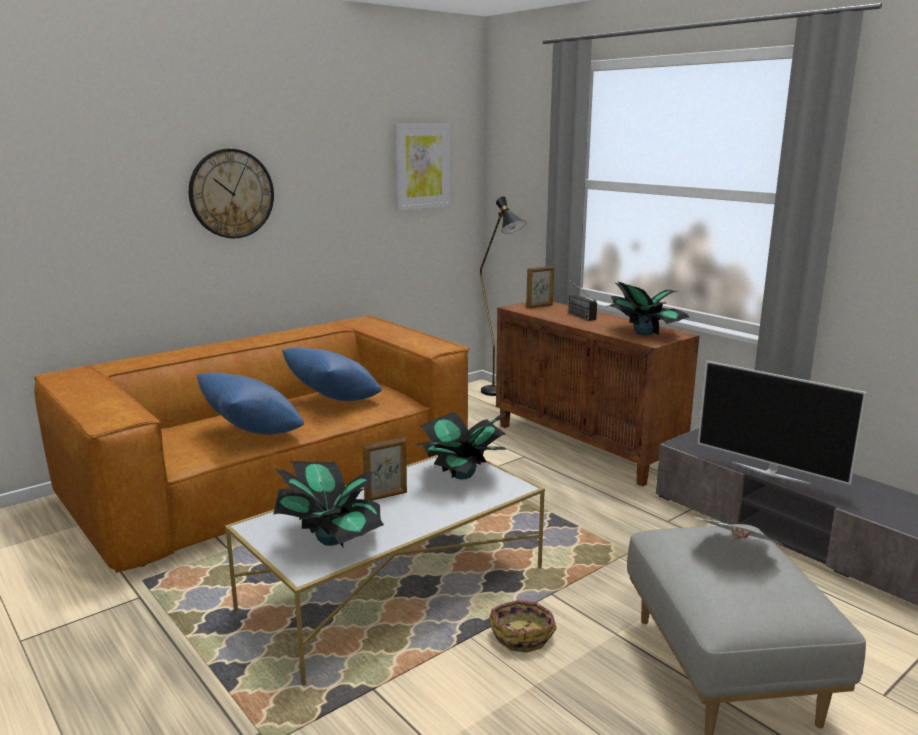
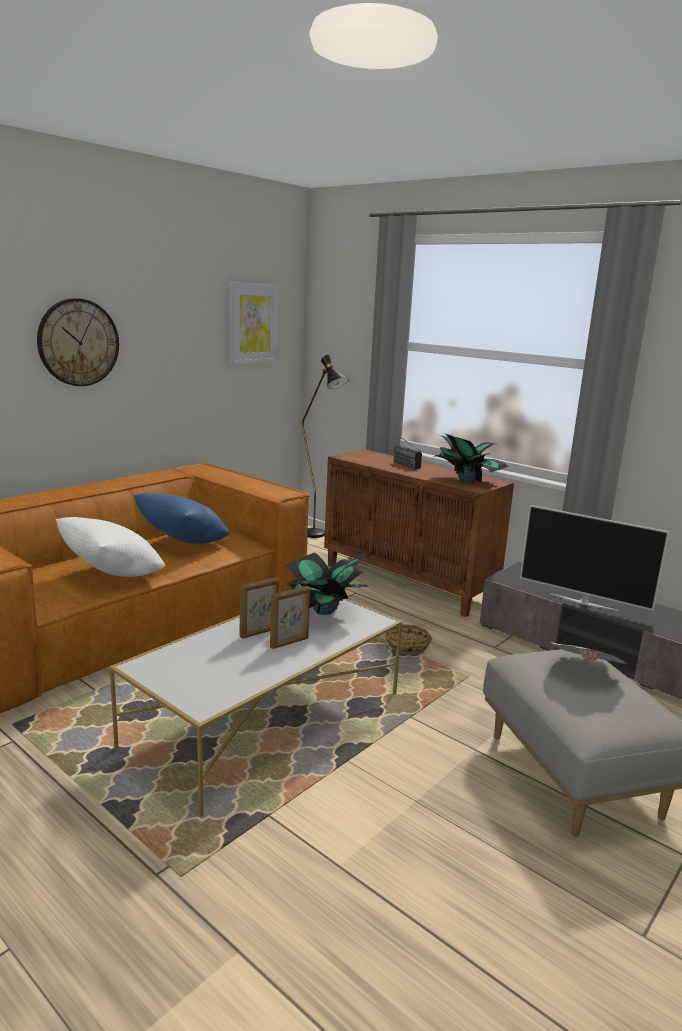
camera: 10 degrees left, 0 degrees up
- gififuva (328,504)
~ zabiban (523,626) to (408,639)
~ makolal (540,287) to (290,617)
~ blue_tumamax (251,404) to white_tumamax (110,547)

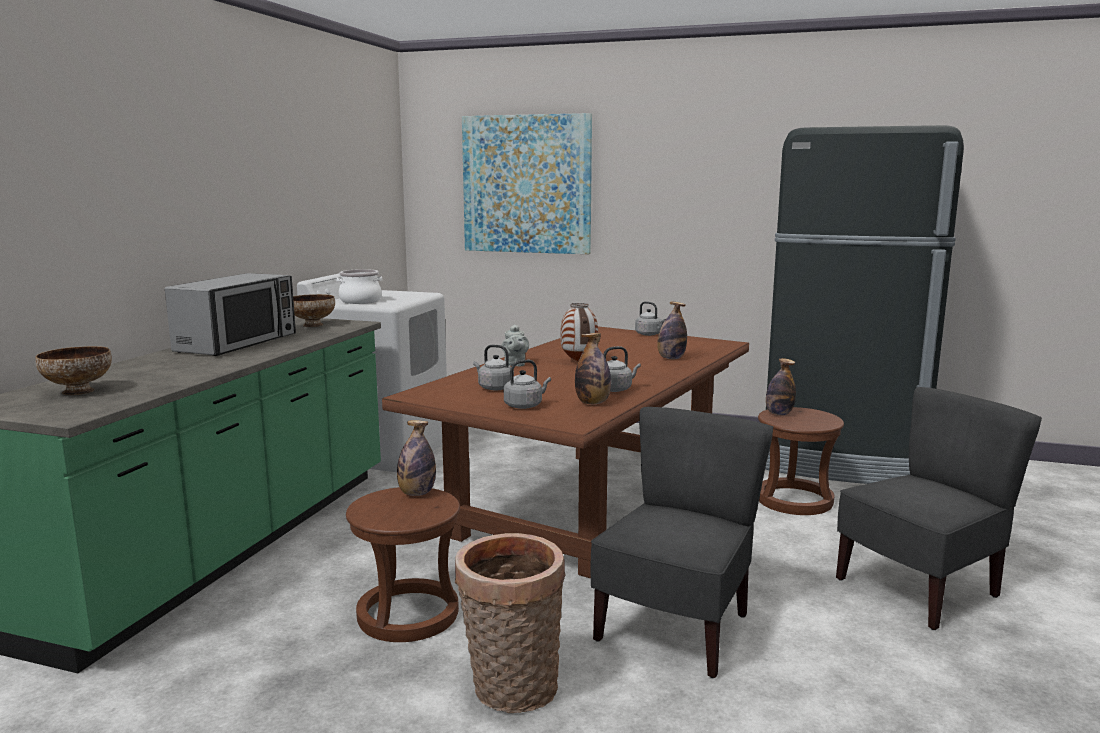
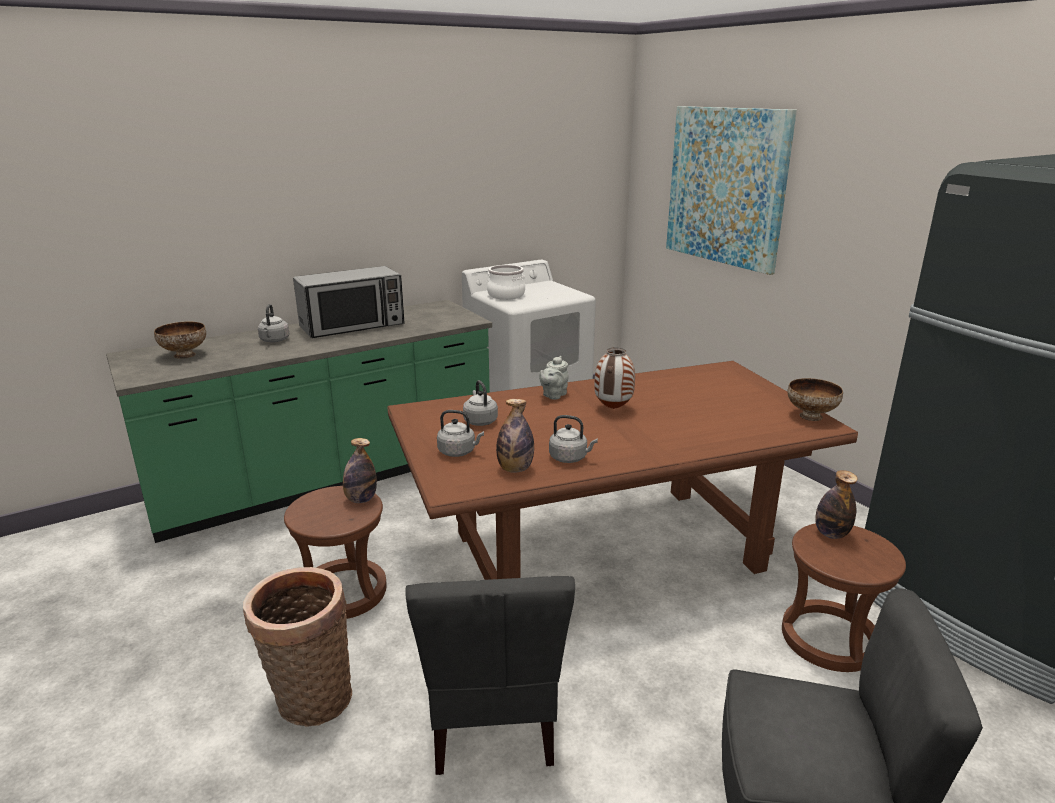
camera: 40 degrees right, 10 degrees up
- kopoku (672,330)
~ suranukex (314,310) to (815,399)
~ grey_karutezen (650,318) to (273,323)
~ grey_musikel (681,542) = (490,675) 105 degrees clockwise

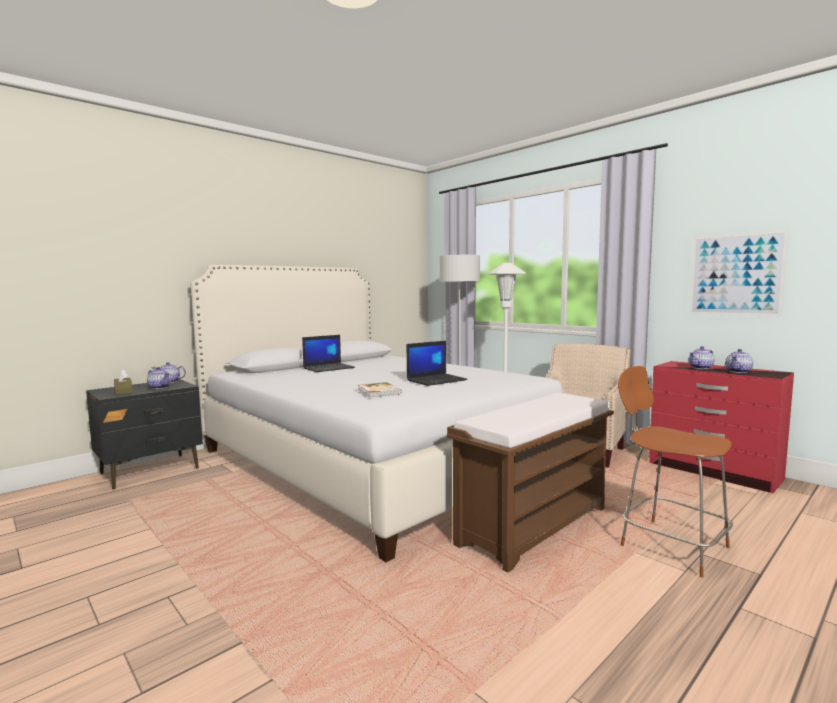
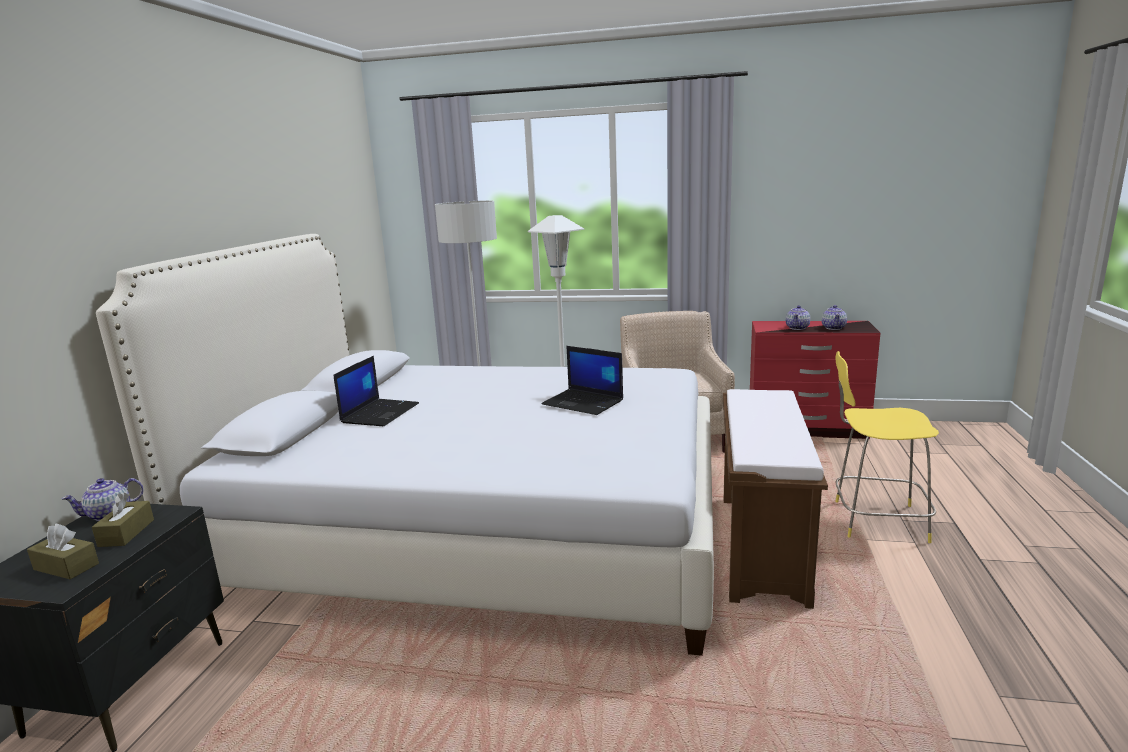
camera: 35 degrees left, 10 degrees up
- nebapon (380,389)
- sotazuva (739,273)
~ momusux (159,378) to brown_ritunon (123,520)
~ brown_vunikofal (675,472) to yellow_vunikofal (887,447)
~ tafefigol (437,363) = (582,380) 105 degrees clockwise

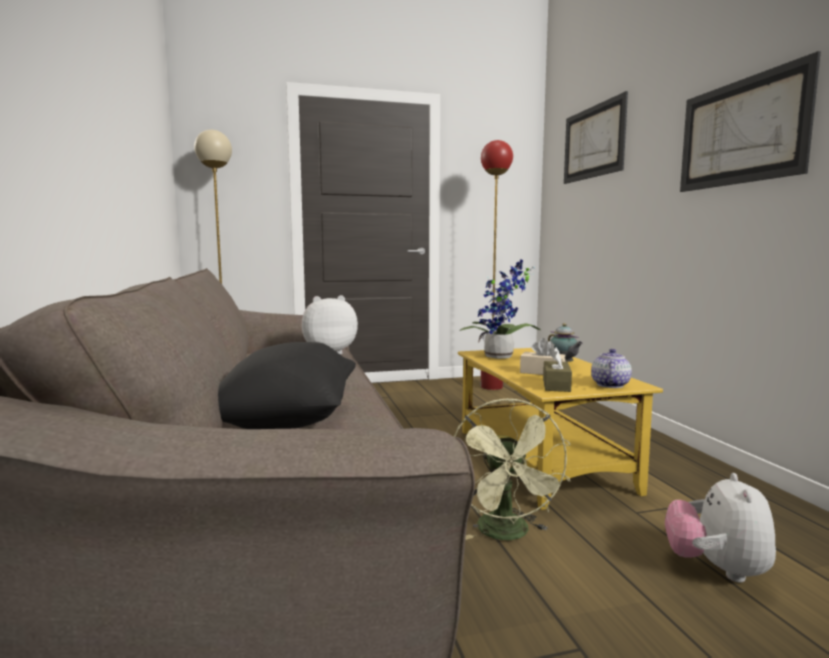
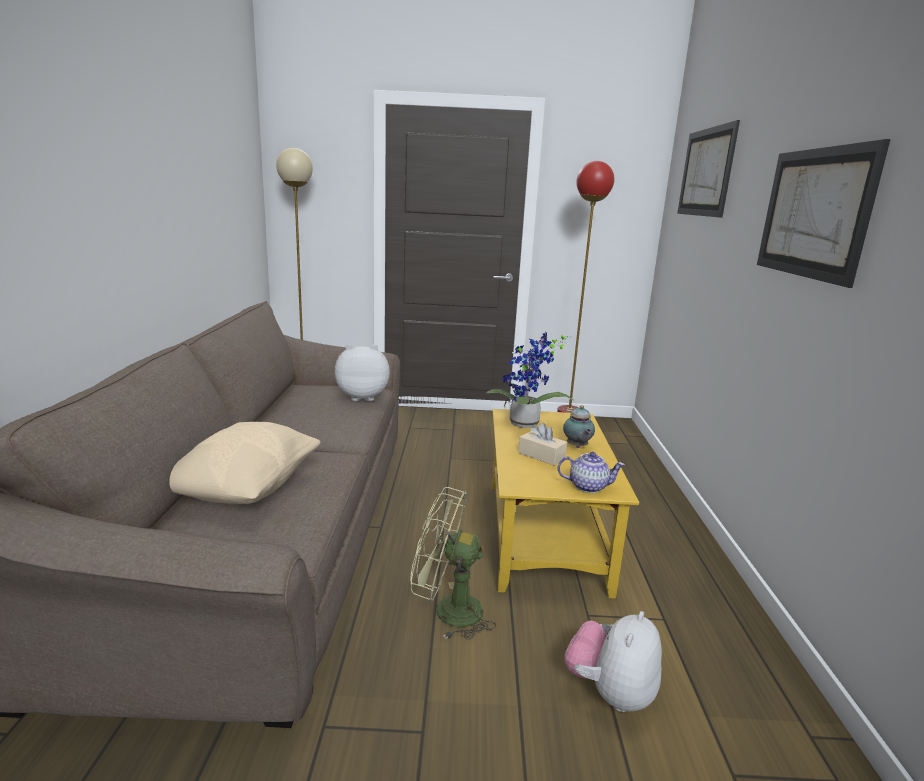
camera: 15 degrees right, 10 degrees up
- brown_ritunon (557,369)
~ black_tumamax (287,385) to beige_tumamax (245,463)
~ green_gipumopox (512,469) = (453,563) 90 degrees clockwise
~ momusux (611,368) = (591,472) 60 degrees clockwise

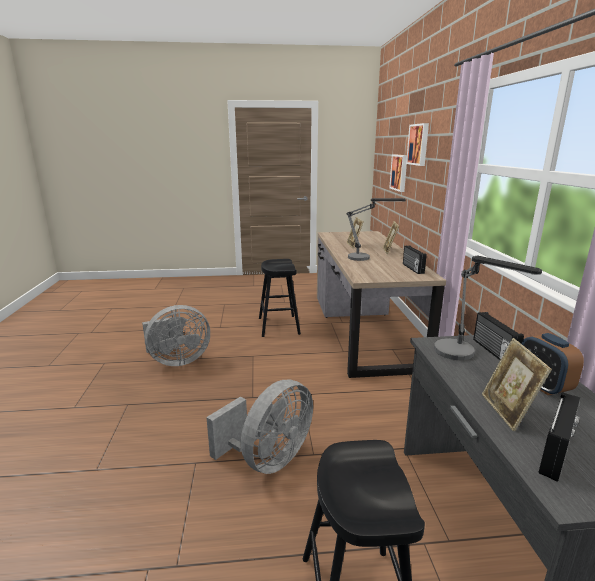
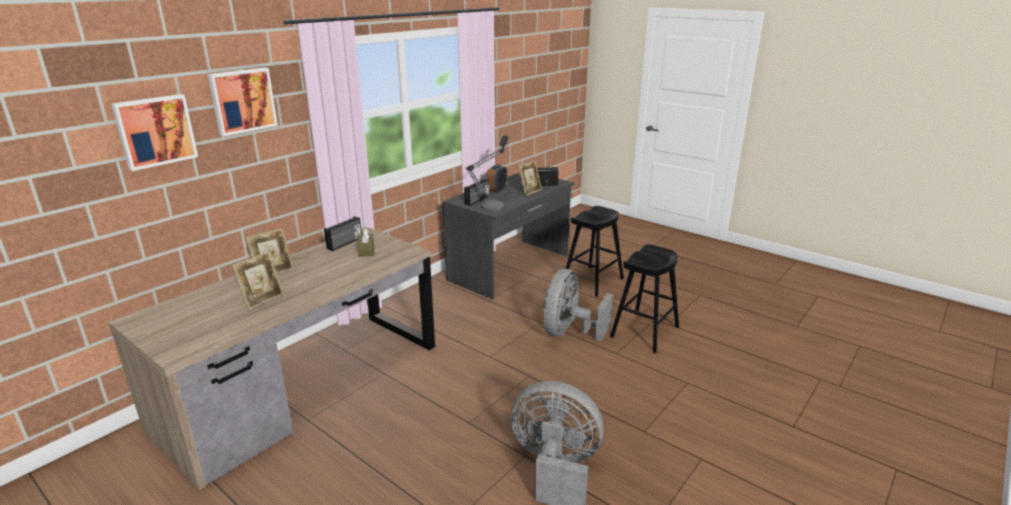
camera: 135 degrees left, 5 degrees up
- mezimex (376,229)
+ brown_ritunon (366,242)
~ black_vunikofal (280,298) to (644,298)
~ sotazuva (398,173) to (243,101)
~ grey_gipumopox (259,427) = (578,305) 60 degrees counterclockwise

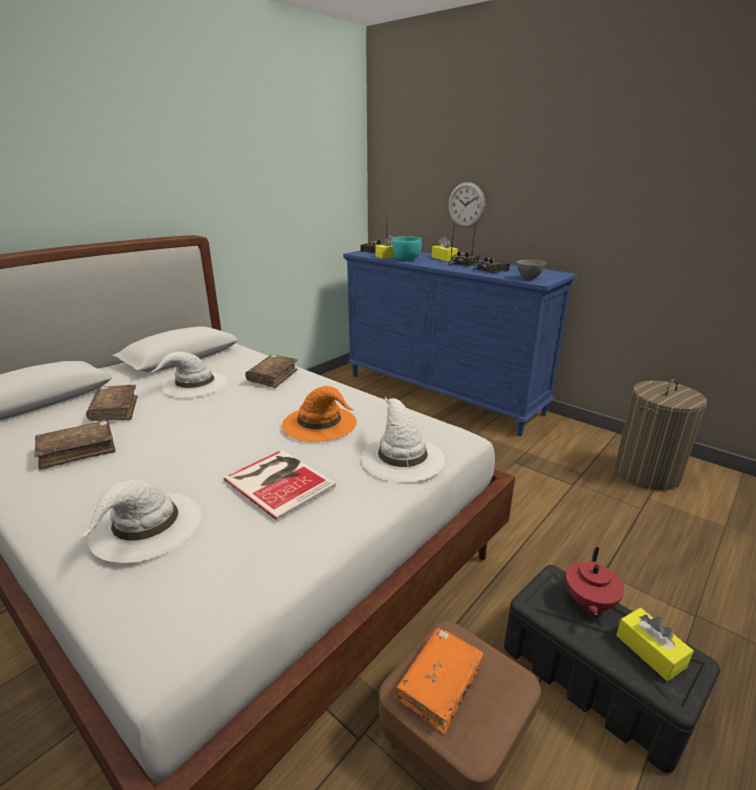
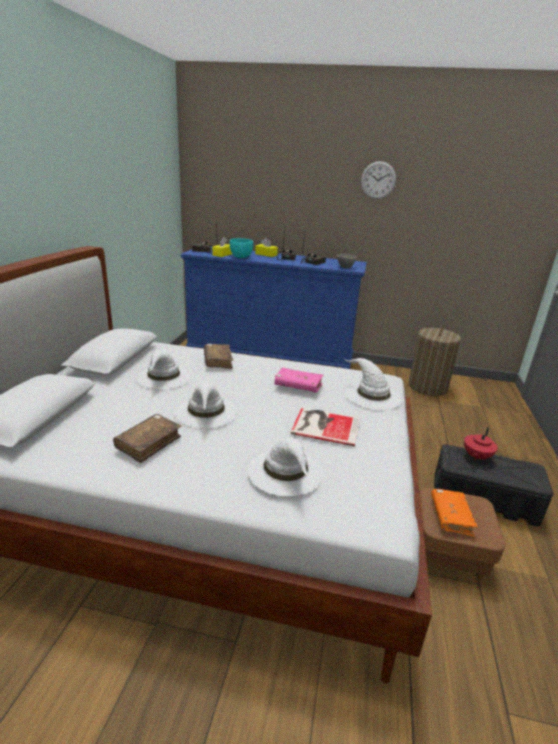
camera: 30 degrees left, 0 degrees up
- brown_nebapon (112,403)
- yellow_ritunon (655,644)
+ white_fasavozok (206,405)
~ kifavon (466,204) to (378,180)
~ orange_fasavozok (319,414) to pink_nebapon (298,380)
~ red_momusux (595,581) = (481,444) 45 degrees clockwise

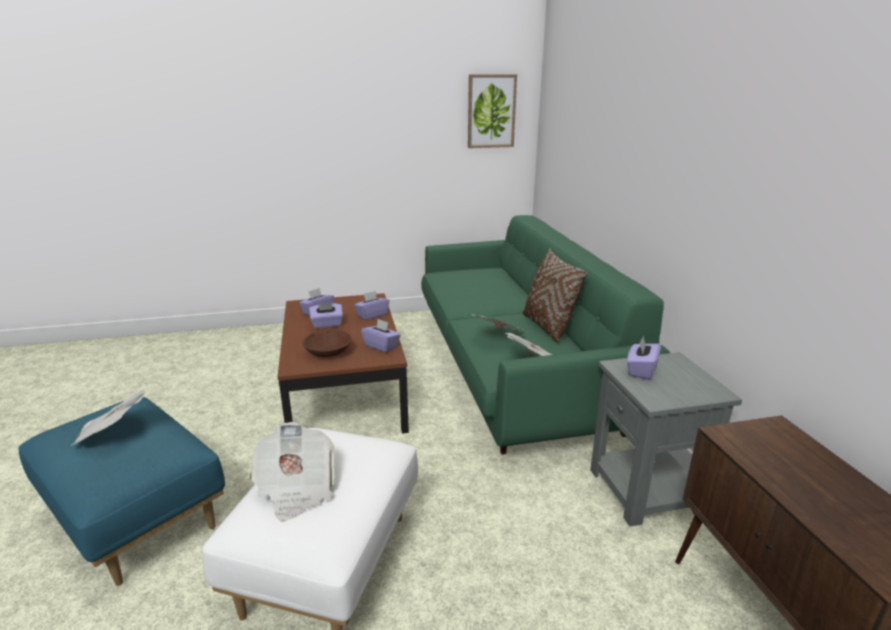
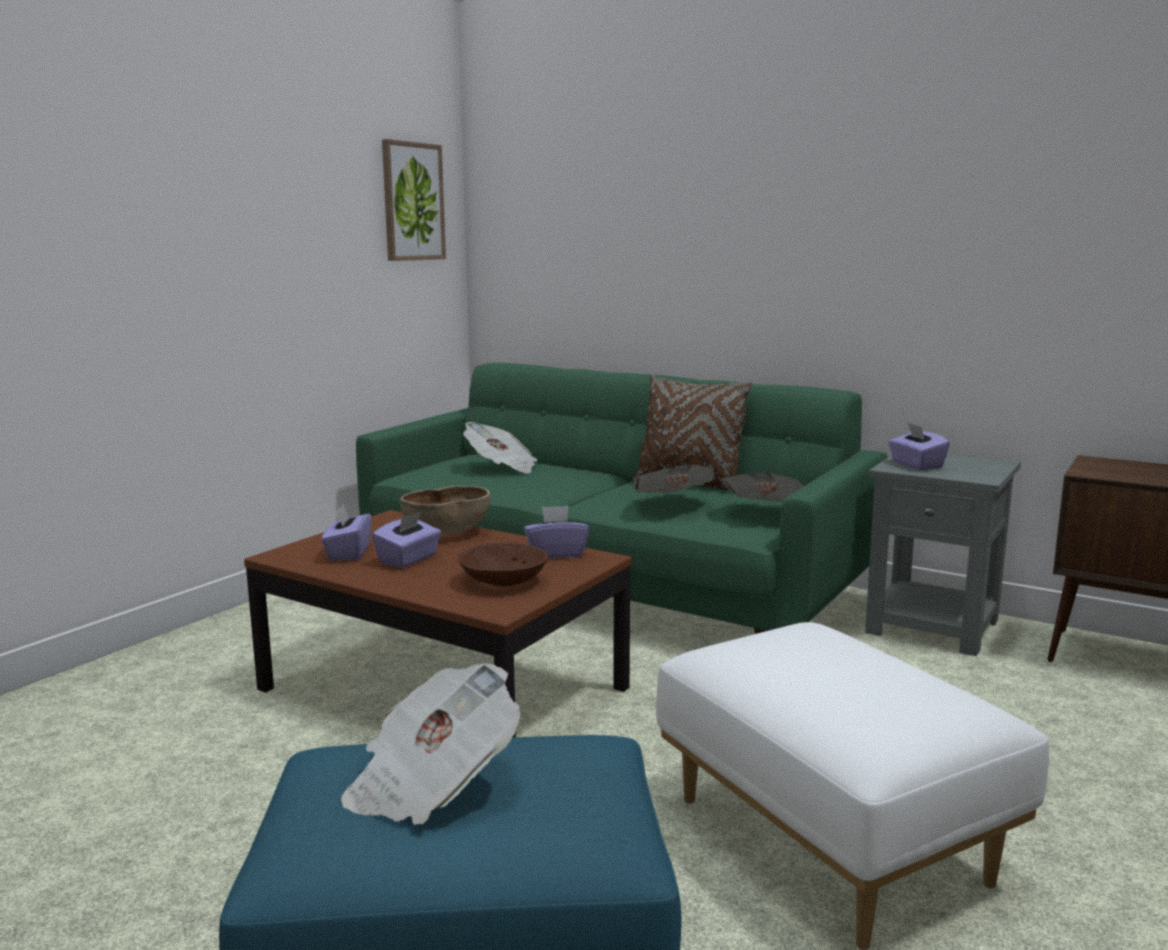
camera: 45 degrees left, 10 degrees down
~ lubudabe (292,471) to (500,448)
~ purple_ritunon (371,305) to brown_suranukex (445,510)

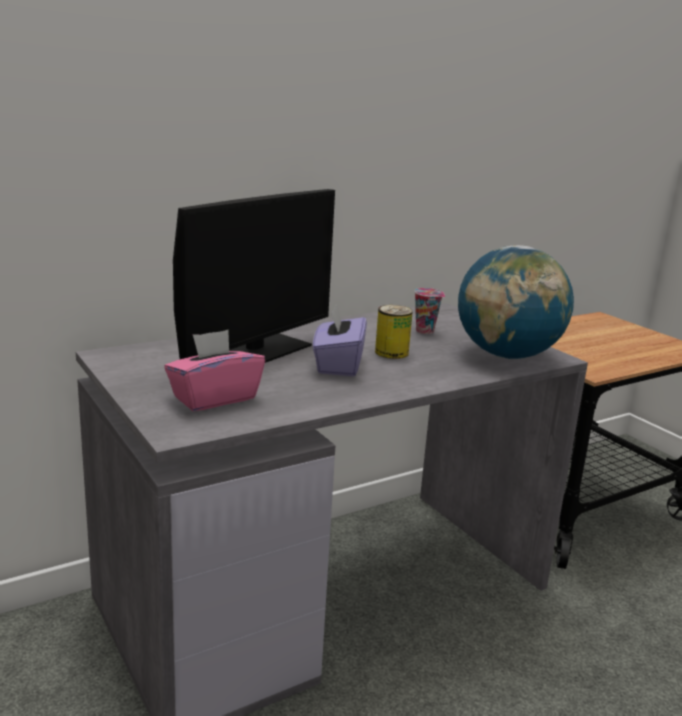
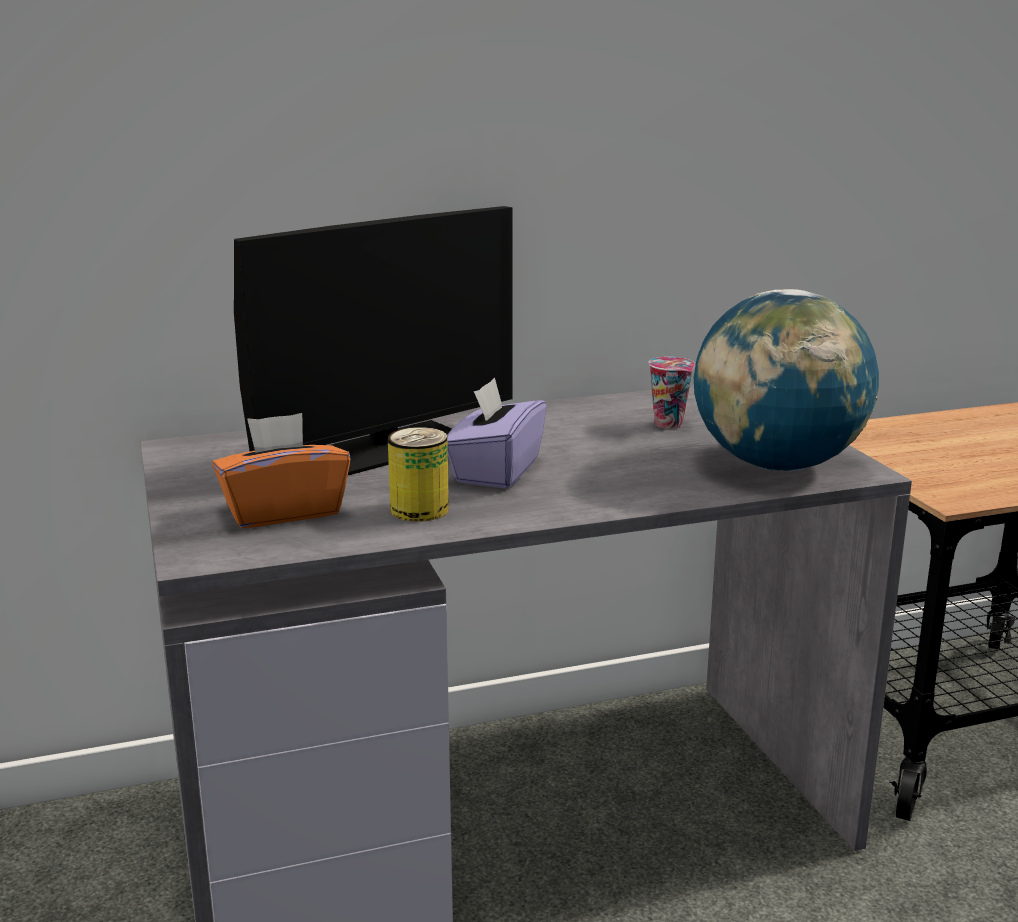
camera: 15 degrees right, 0 degrees up
~ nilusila (394,332) to (418,474)
~ pink_ritunon (214,370) to orange_ritunon (281,470)

